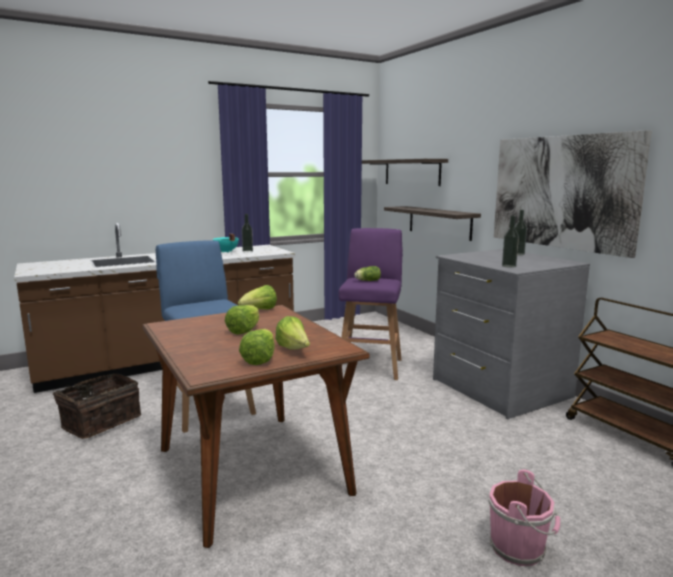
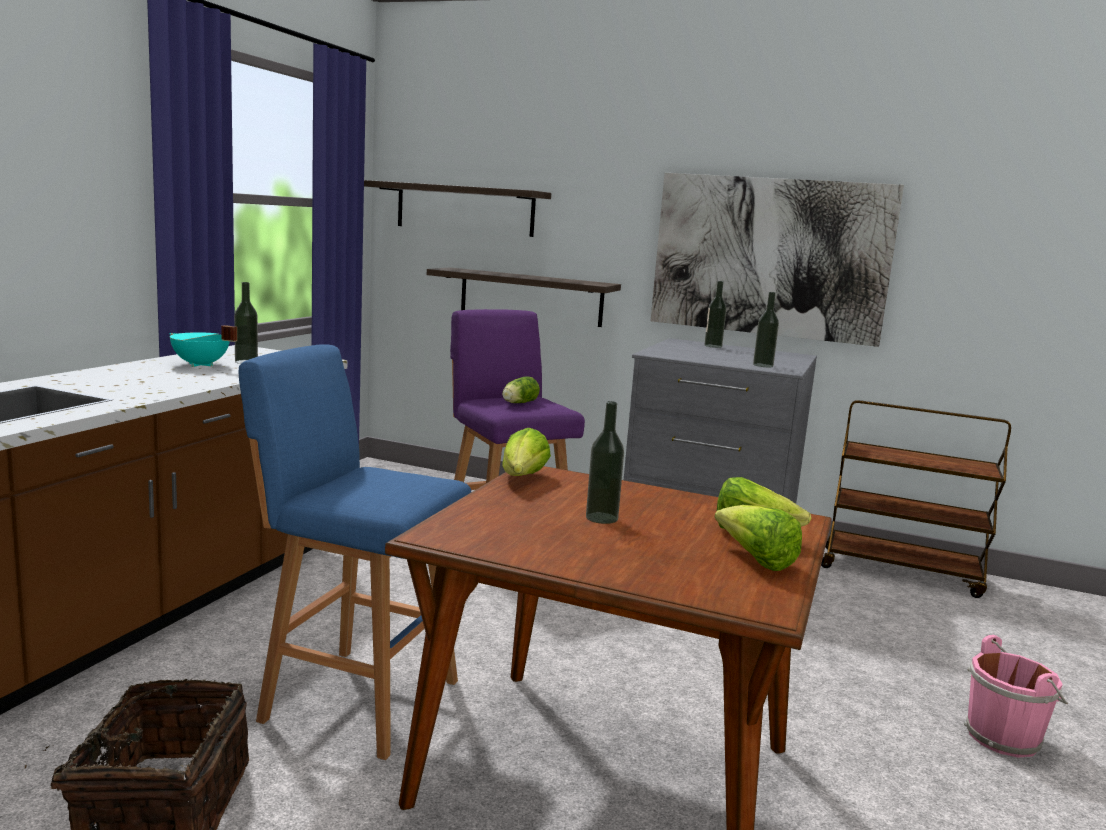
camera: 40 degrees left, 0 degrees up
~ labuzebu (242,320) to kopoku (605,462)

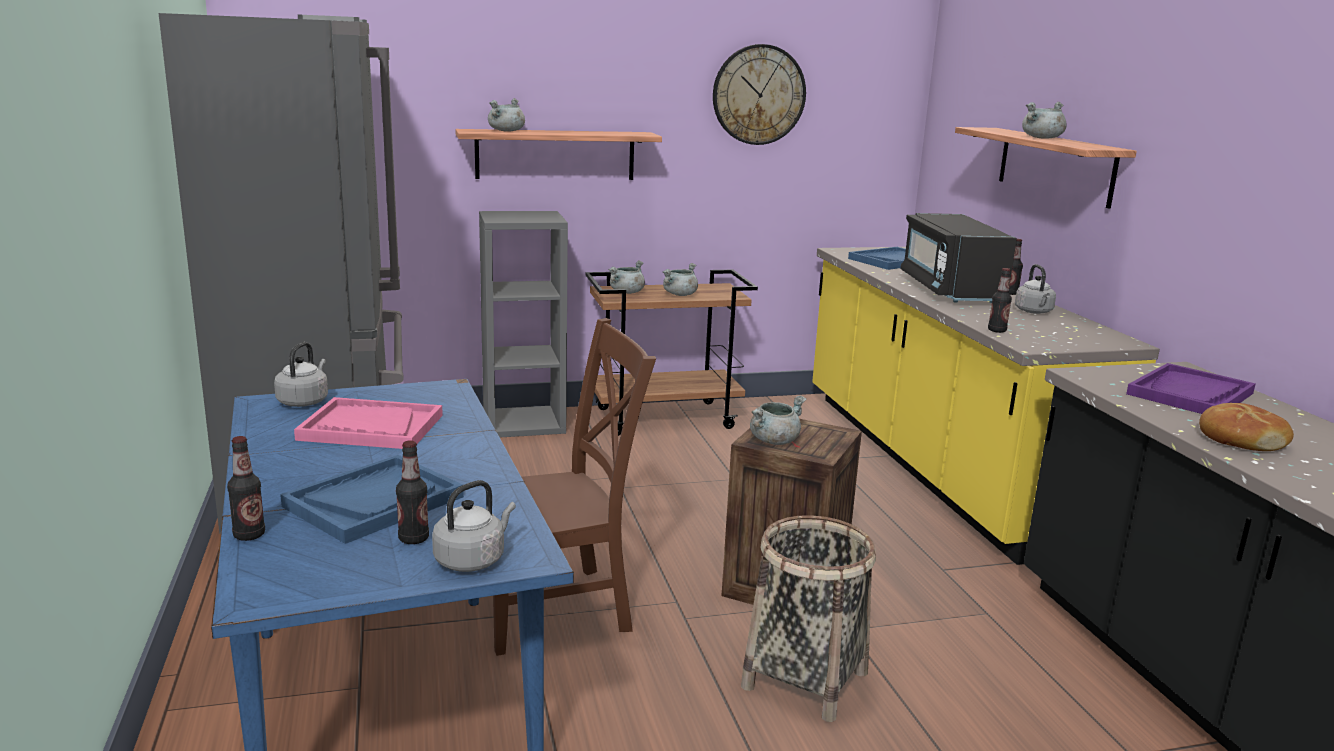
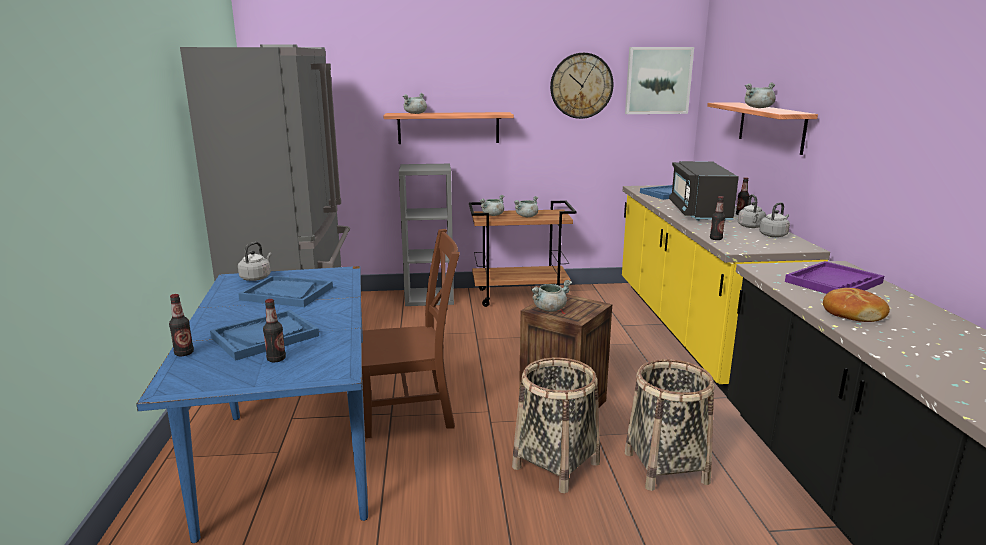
camera: 10 degrees right, 0 degrees up
+ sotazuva (659,80)
+ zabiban (670,425)
~ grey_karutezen (474,526) to (774,219)
~ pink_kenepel (368,423) to blue_kenepel (285,291)

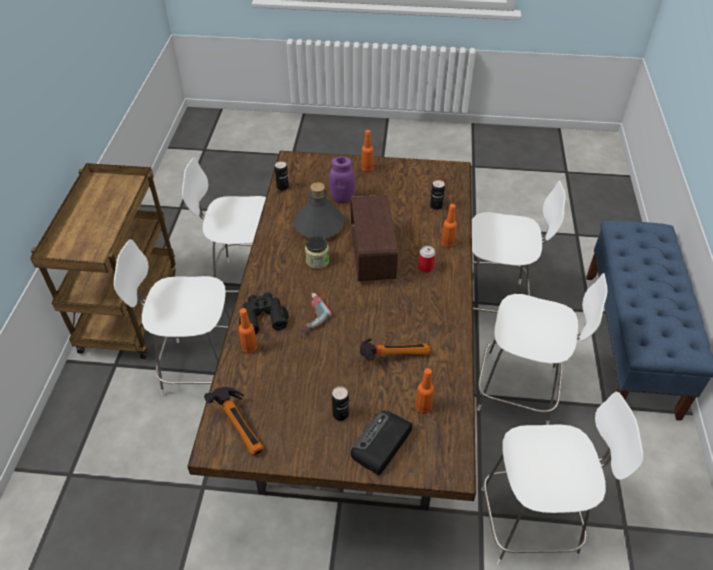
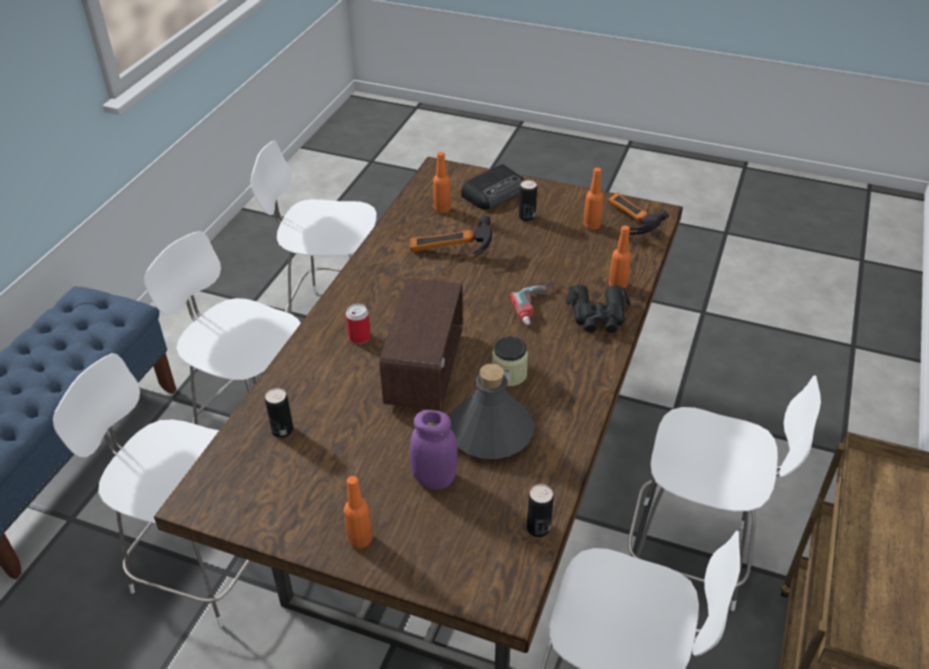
camera: 165 degrees left, 5 degrees down
~ orange_kopoku (449,226) to (593,199)

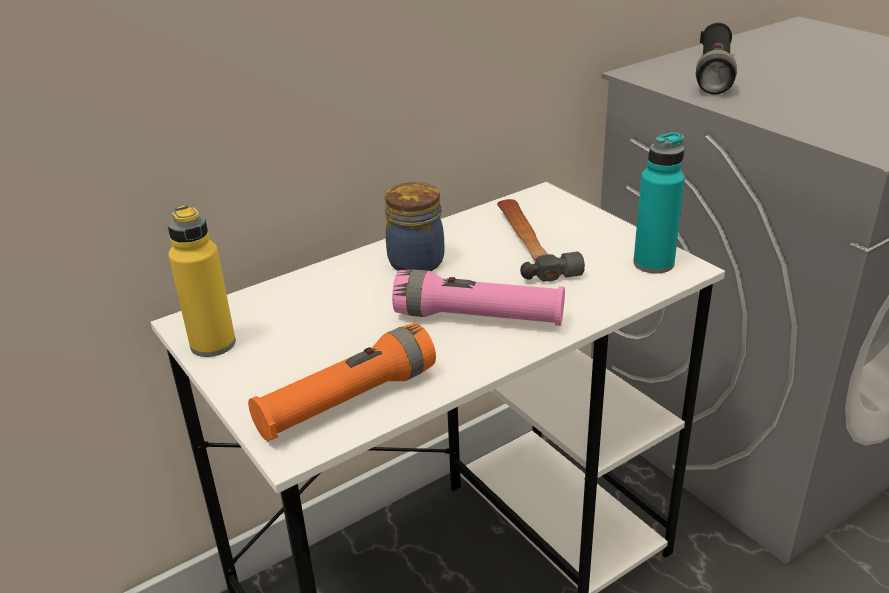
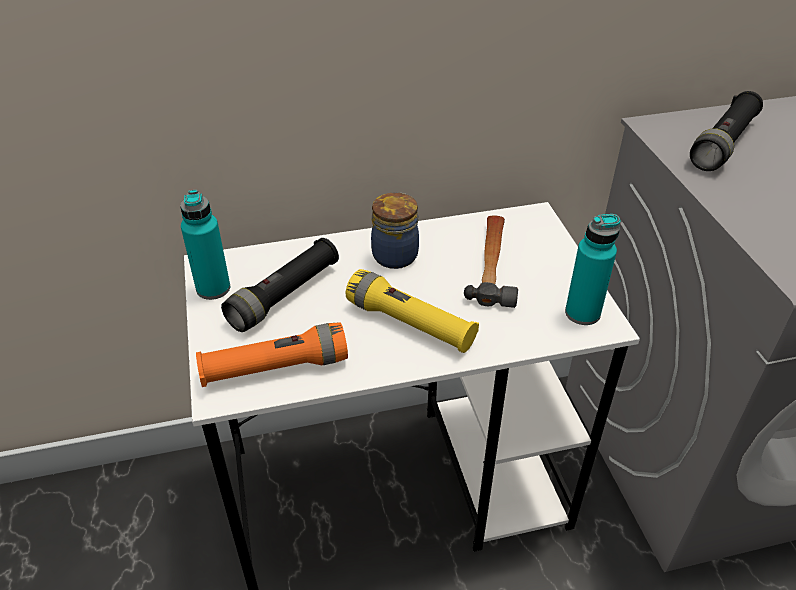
camera: 20 degrees right, 10 degrees up
+ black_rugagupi (280,285)
~ yellow_kopoku (202,281) to turquoise_kopoku (205,245)
~ pink_rugagupi (478,297) to yellow_rugagupi (412,311)

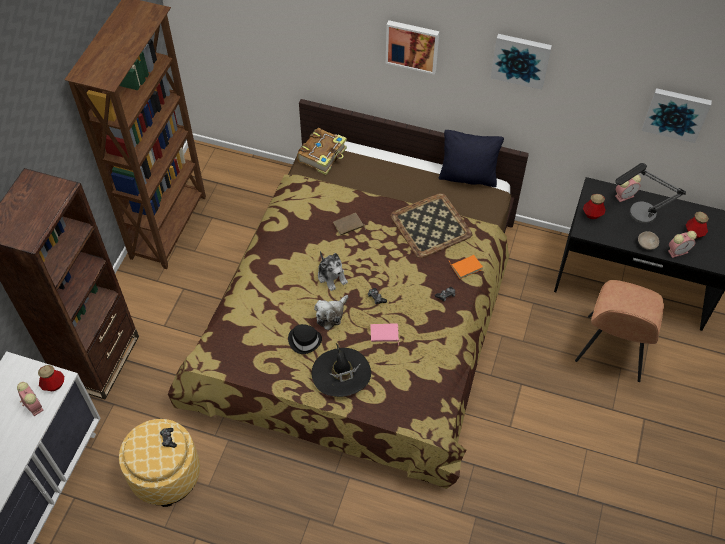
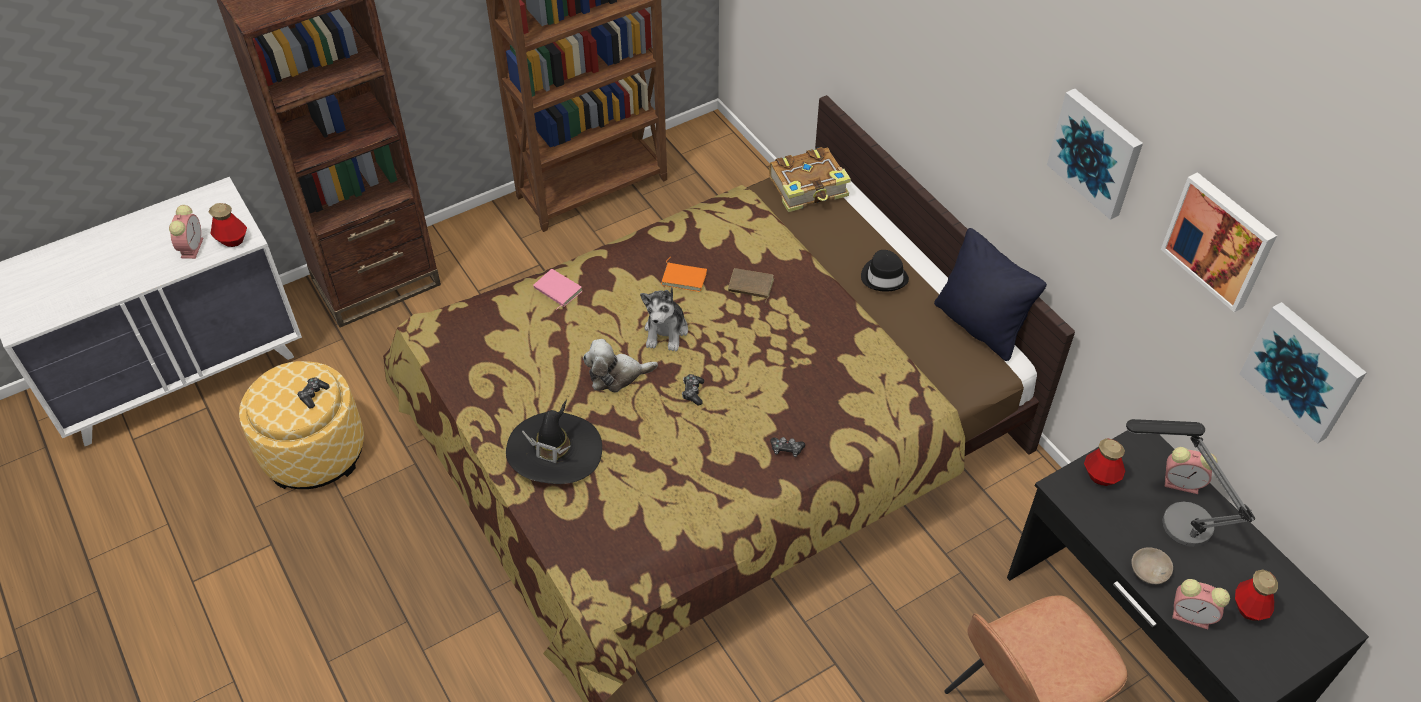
camera: 40 degrees right, 5 degrees down
- kenepel (431,225)
~ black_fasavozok (305,339) to (885,271)
~ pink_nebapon (385,334) to (557,289)
~ sotazuva (412,47) to (1219,242)
~ orange_nebapon (466,267) to (684,274)

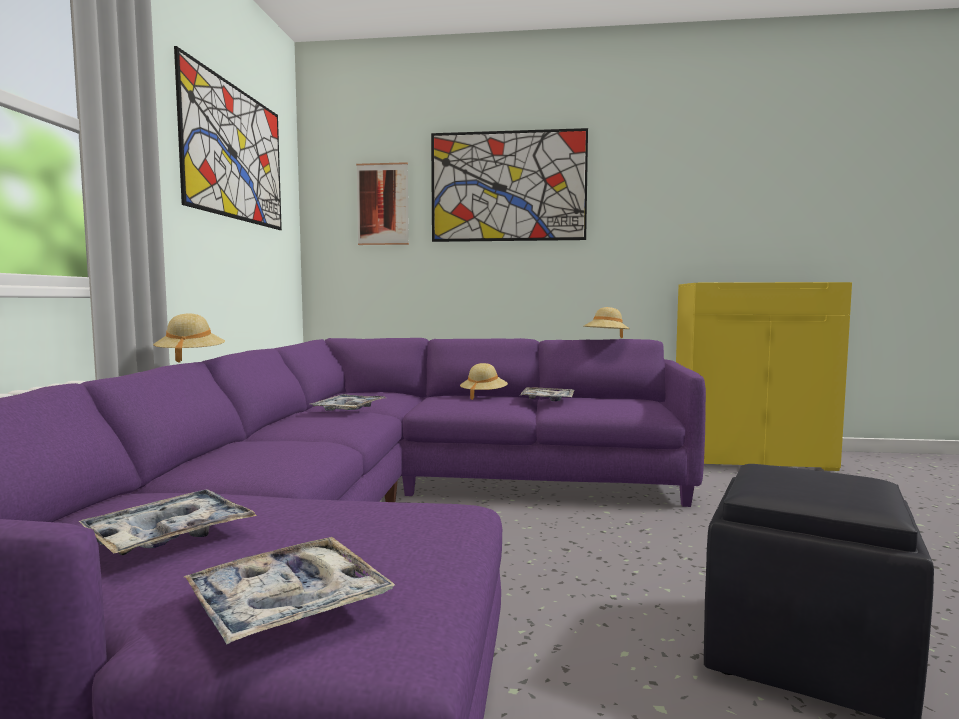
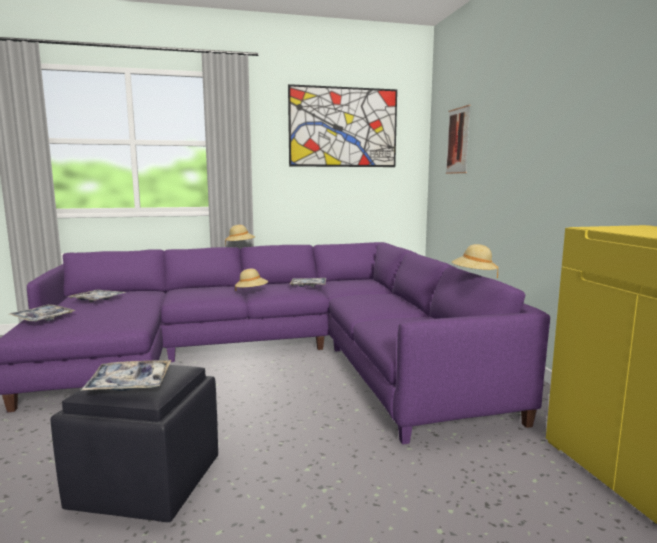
camera: 70 degrees right, 5 degrees up
- sotazuva (509,185)
~ beige_fasavozok (484,381) to (251,280)
~ kenepel (547,394) to (126,375)

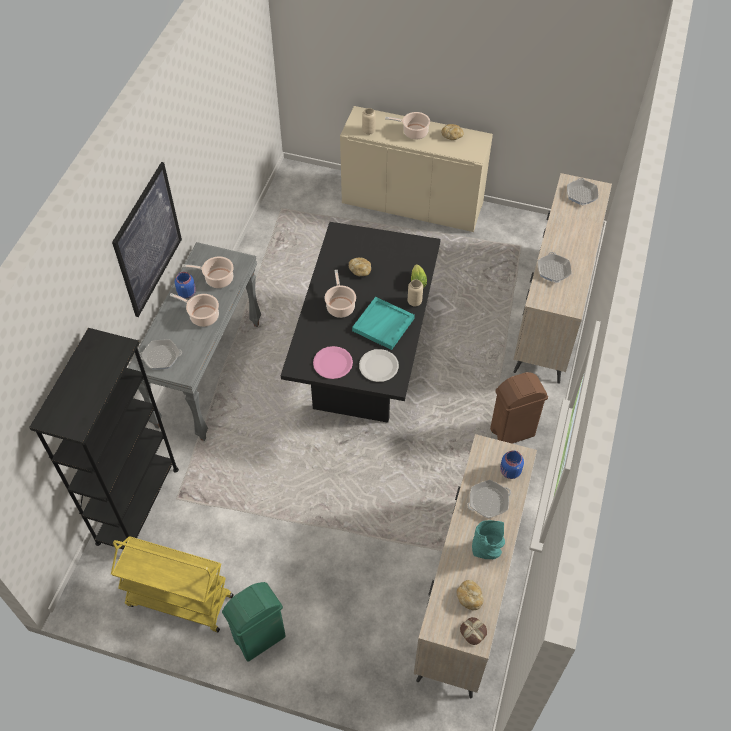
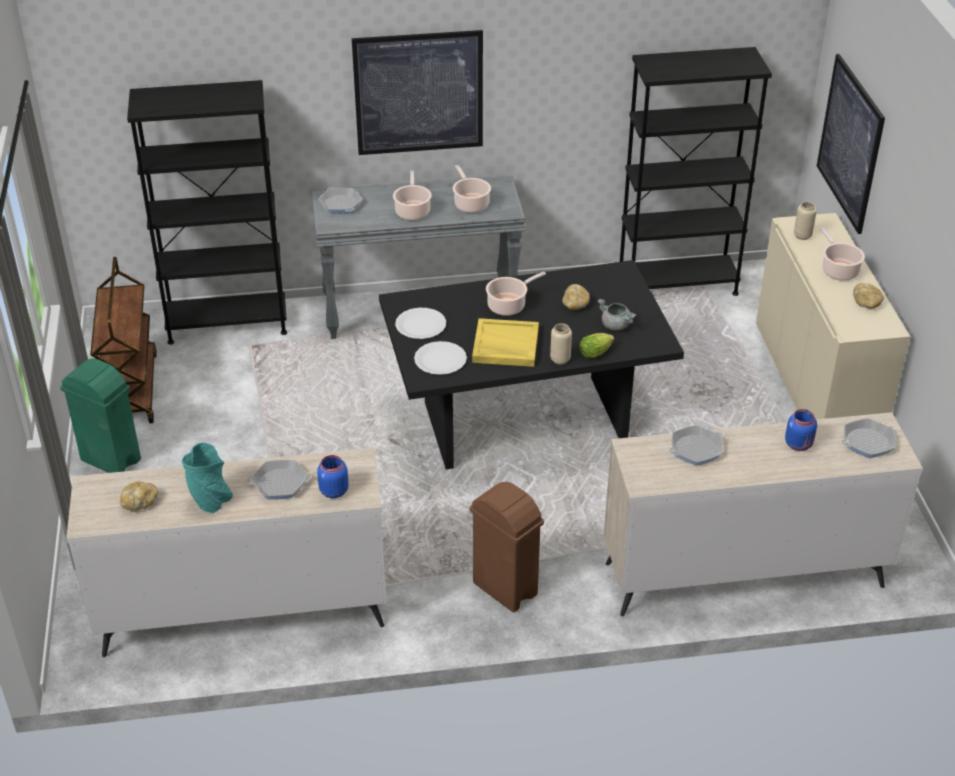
camera: 65 degrees right, 15 degrees down
- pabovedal (473,631)
+ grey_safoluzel (617,315)
+ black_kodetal (696,171)
+ sotazuva (851,144)
~ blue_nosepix (185,285) to (801,430)
~ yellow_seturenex (172,584) to brown_seturenex (123,340)
~ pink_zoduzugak (333,362) to white_zoduzugak (420,323)
~ turquoise_kenepel (383,323) to yellow_kenepel (505,342)
~ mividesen (489,499) = (279,480) 135 degrees clockwise

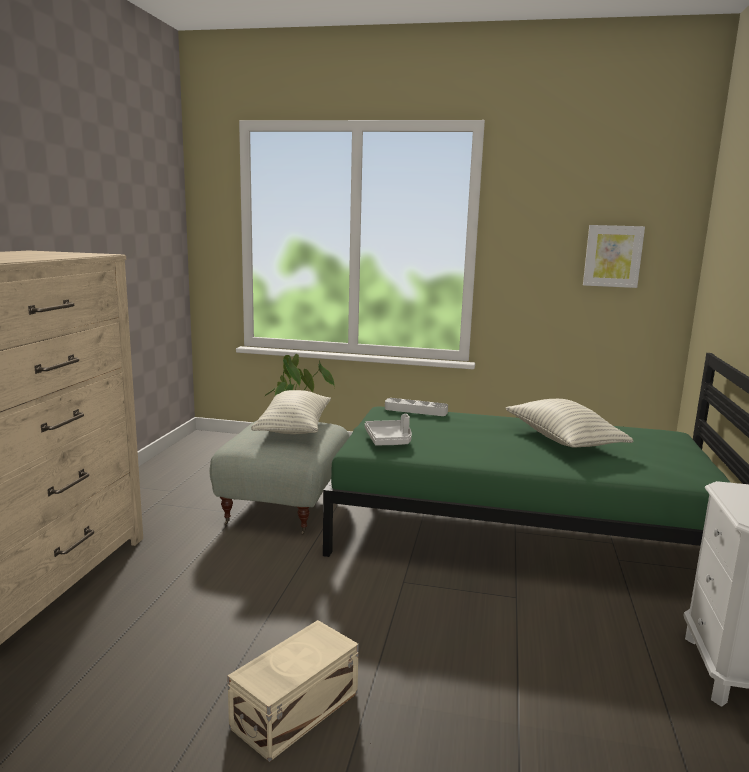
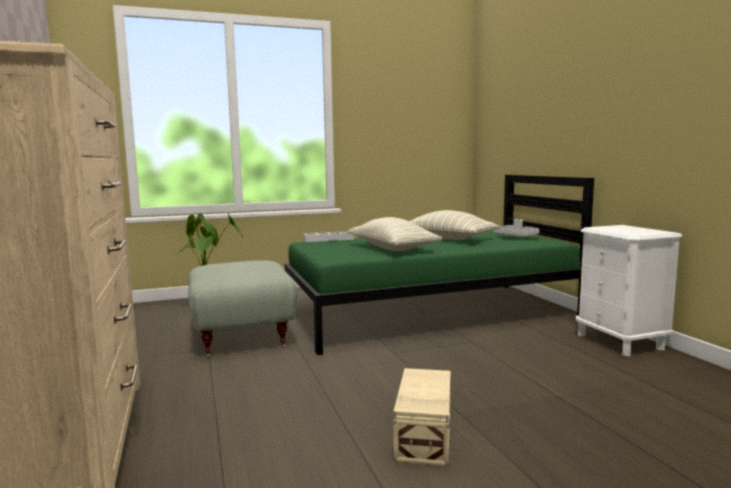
camera: 30 degrees left, 5 degrees down
- sotazuva (614,256)
~ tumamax (291,412) to (395,234)
~ grey_kenepel (388,429) to (516,228)

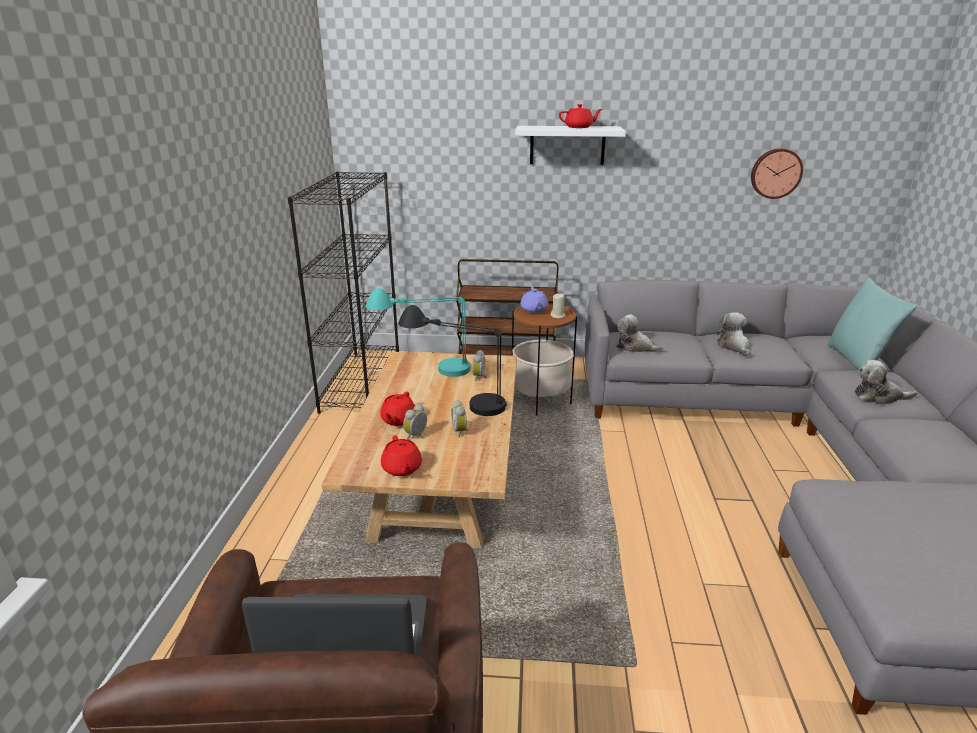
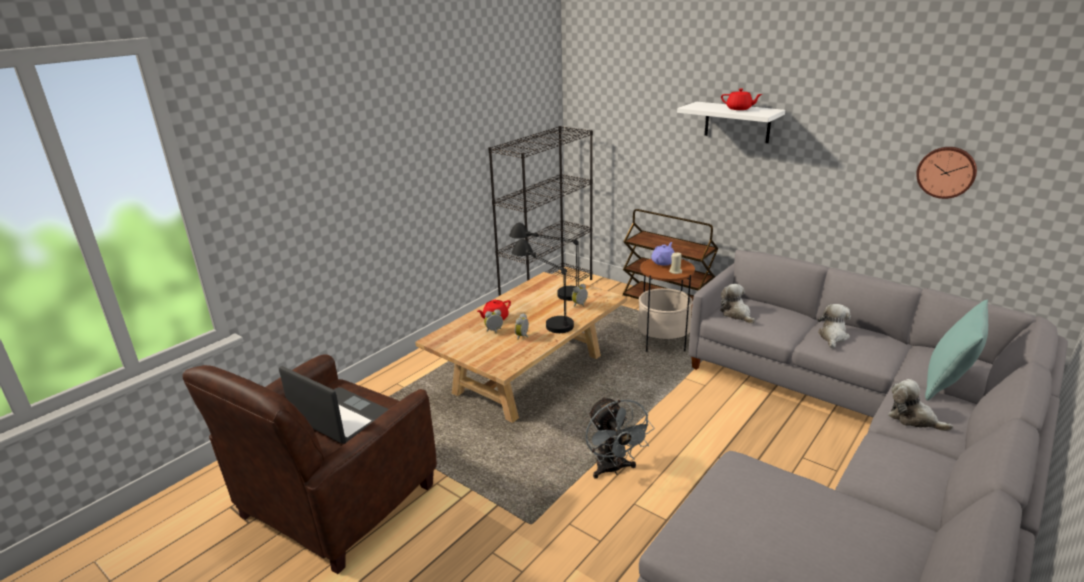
camera: 35 degrees right, 0 degrees up
- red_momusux (401,455)
+ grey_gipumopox (619,438)
~ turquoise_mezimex (418,332) to black_mezimex (544,262)

